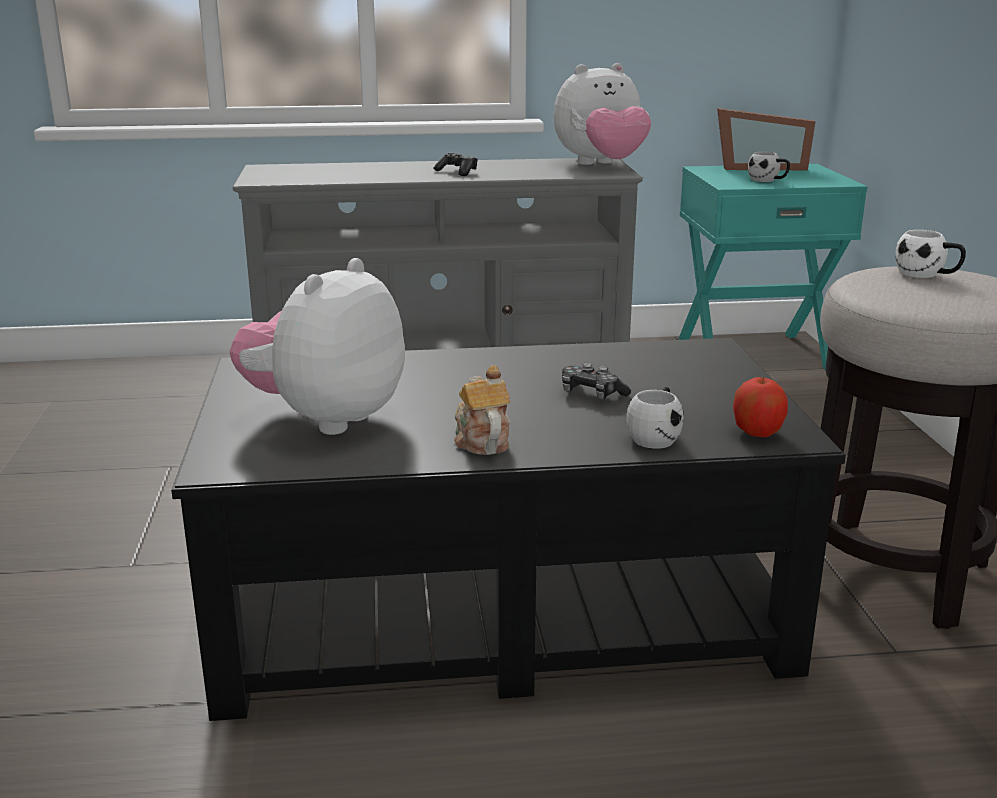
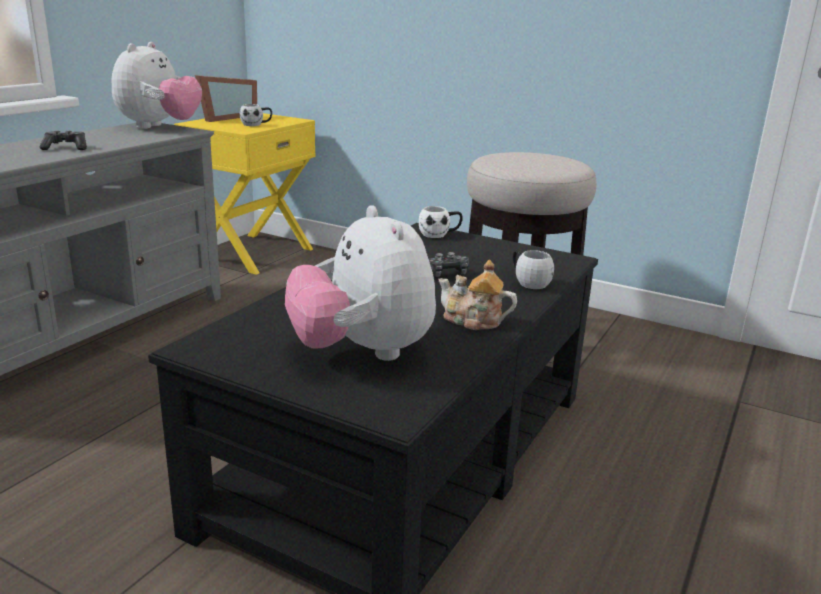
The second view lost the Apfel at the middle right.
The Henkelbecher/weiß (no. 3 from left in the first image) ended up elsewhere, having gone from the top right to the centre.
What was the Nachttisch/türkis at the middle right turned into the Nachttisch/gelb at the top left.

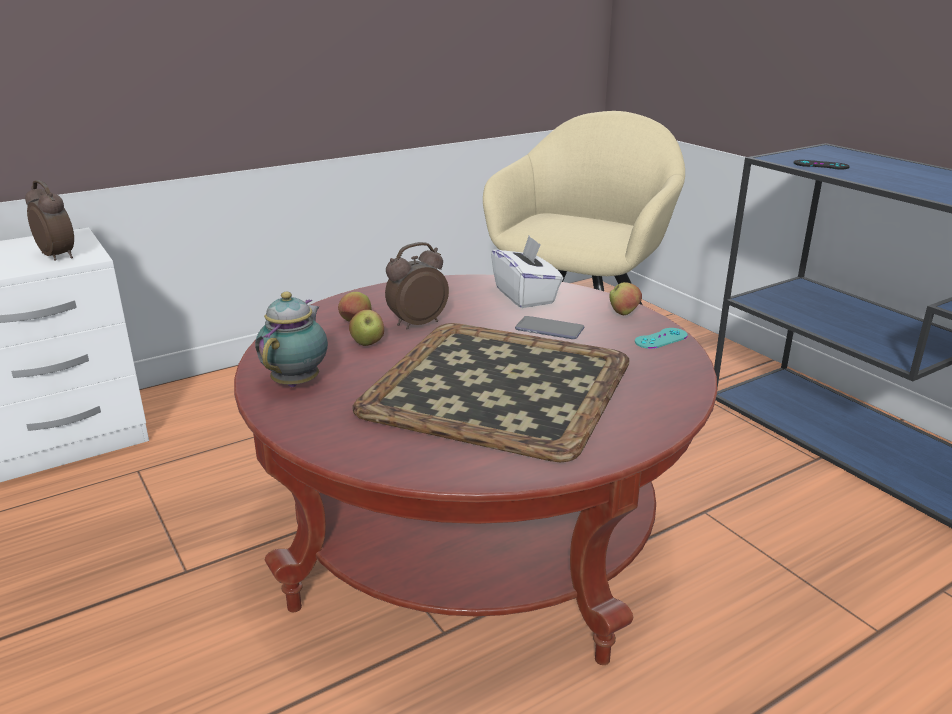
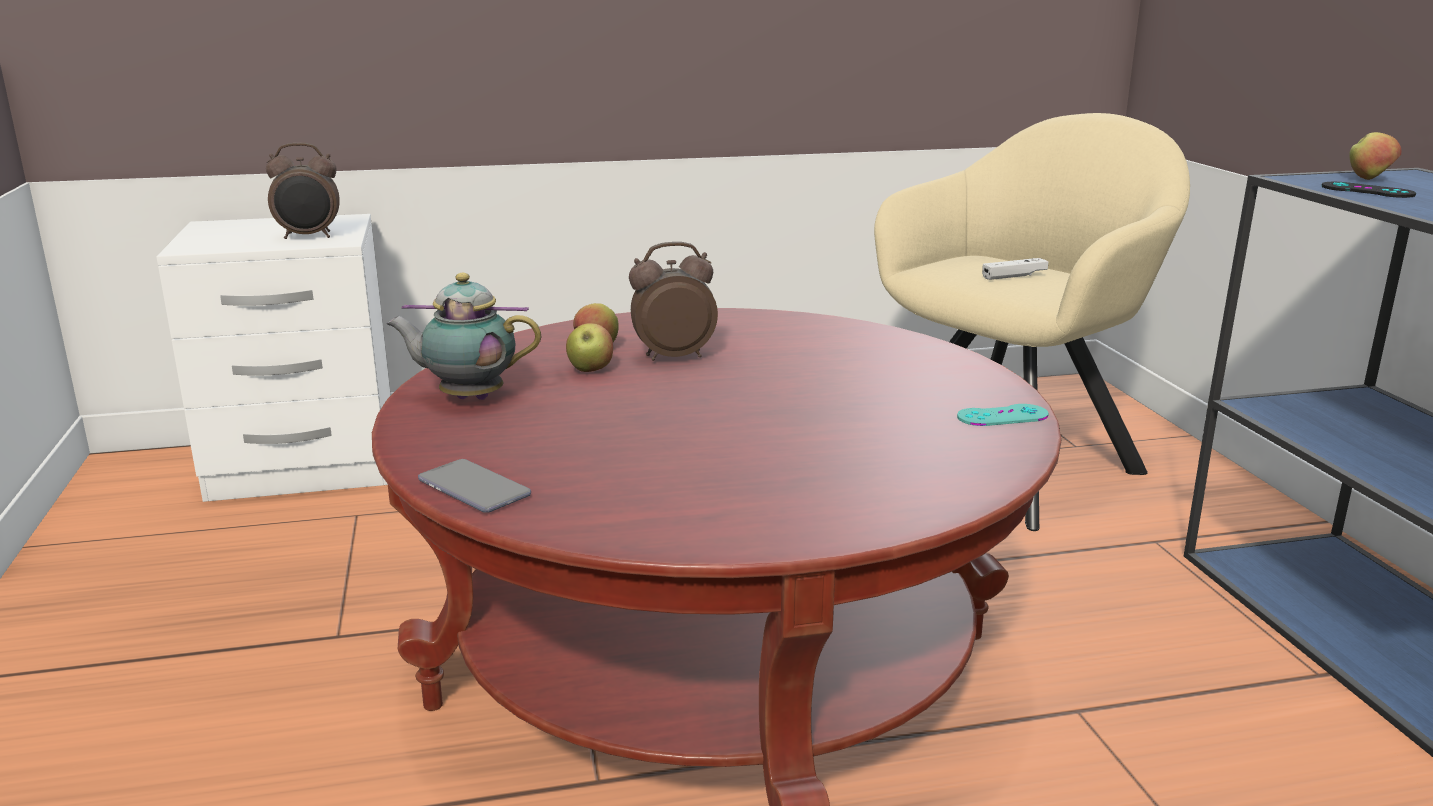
The second view lost the Tablett at the centre.
The second view lost the Taschentuchbox/weiß at the centre.
The second view gained the Gamepad/weiß at the middle right.
The Handy ended up elsewhere, having gone from the centre to the middle left.
The Apfel (no. 3 from left) ended up elsewhere, having gone from the centre to the top right.
The Wecker (no. 1 from left) at the top left ended up facing another way, 105 degrees clockwise from before.
The Teekanne at the middle left ended up facing another way, 120 degrees counterclockwise from before.

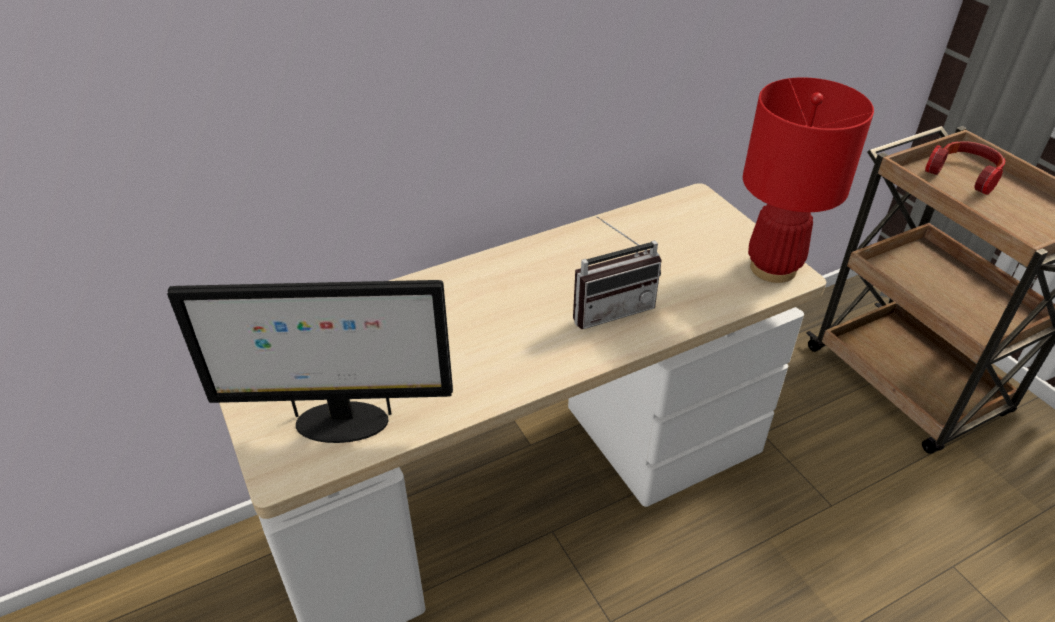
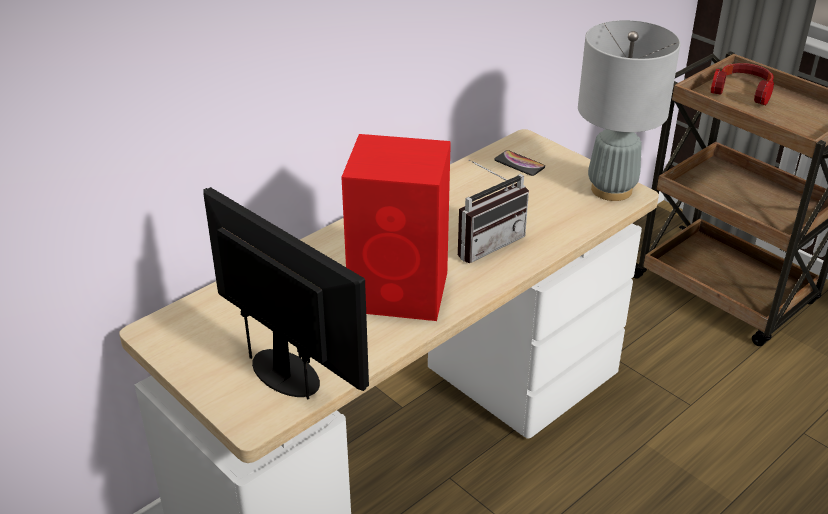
The second view gained the Lautsprecher/rot at the centre.
The second view gained the Handy at the top centre.
What was the Tischlampe/rot at the top right turned into the Tischlampe/grau at the top right.
The Monitor at the middle left ended up facing another way, 120 degrees counterclockwise from before.

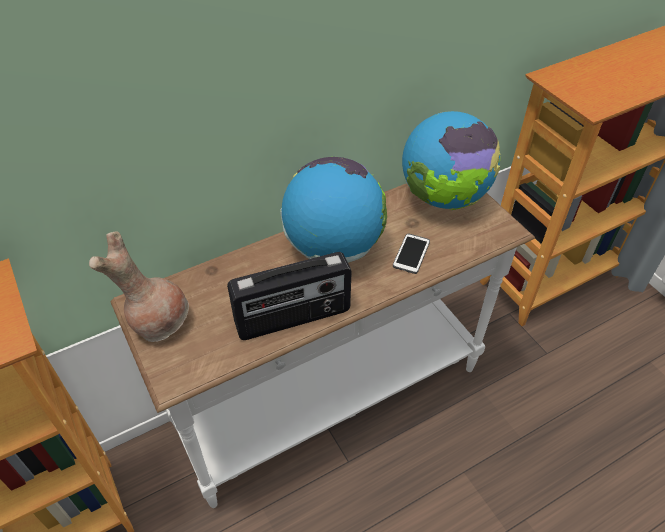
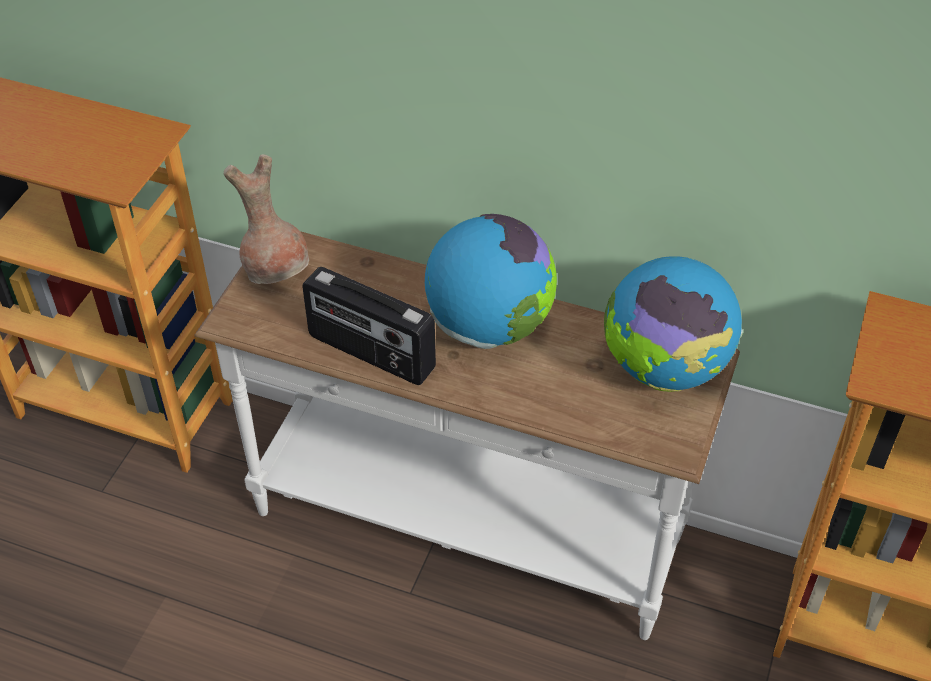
The second view lost the Handy at the centre.

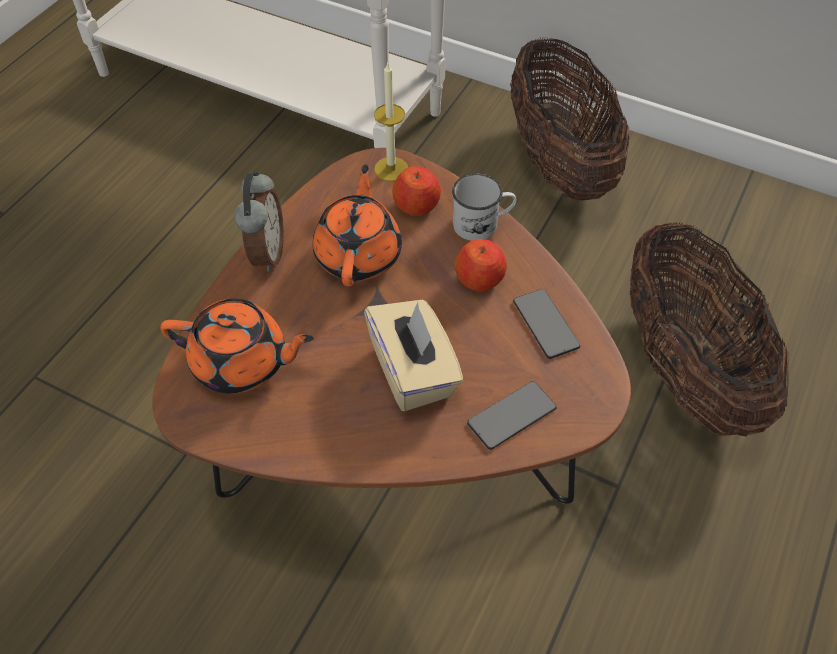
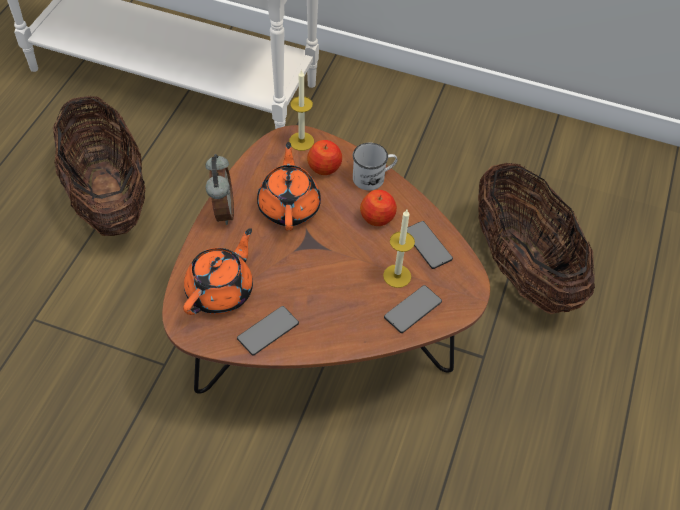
The second view lost the Taschentuchbox/beige at the centre.
The second view gained the Handy (no. 1 from left) at the centre.
The second view gained the Kerze (no. 2 from left) at the centre.
The Korb (no. 1 from left) ended up elsewhere, having gone from the top right to the top left.
The Teekanne/orange (no. 1 from left) at the middle left ended up facing another way, 60 degrees counterclockwise from before.

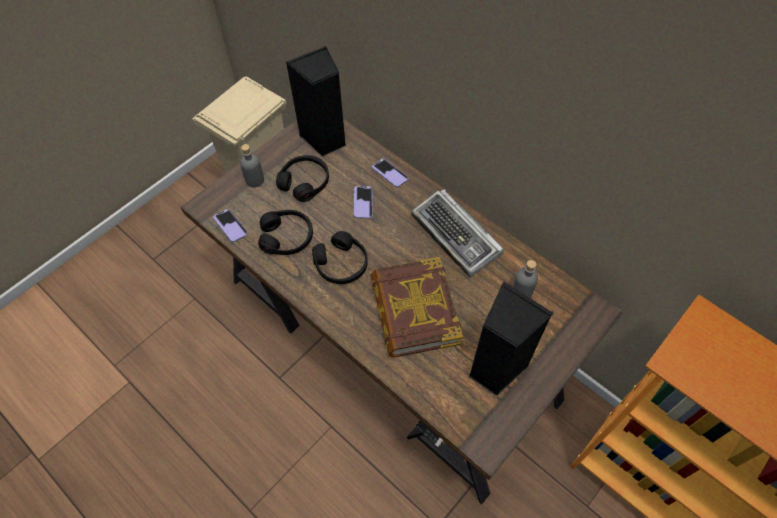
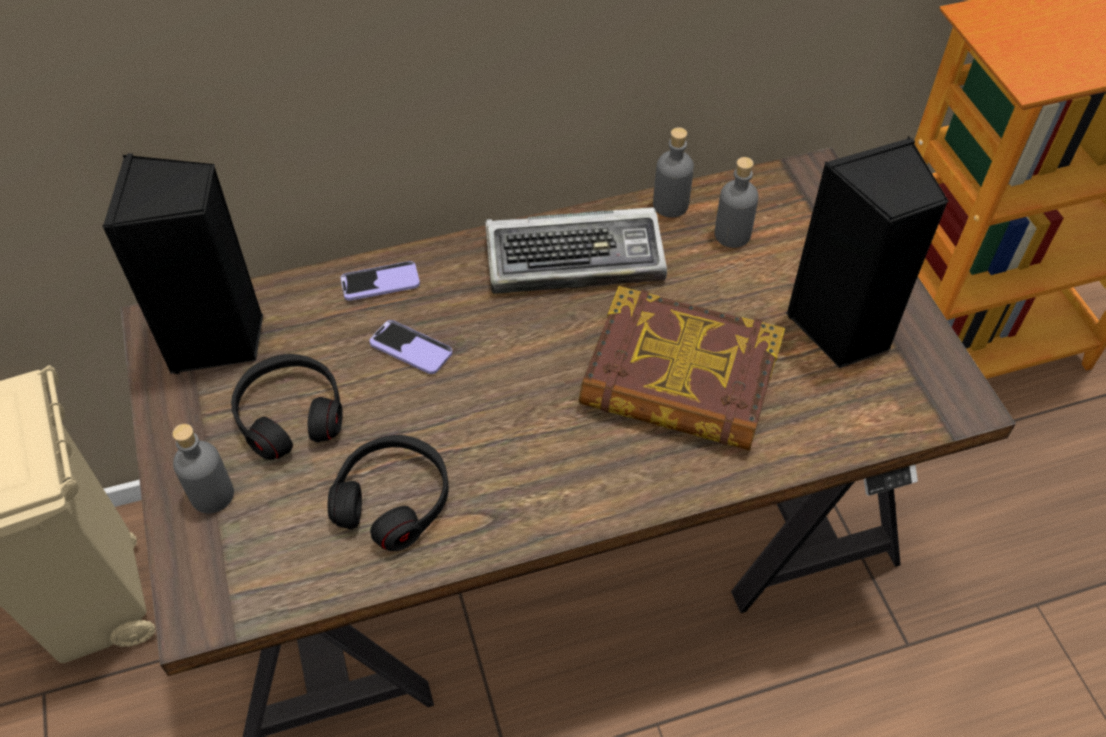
The second view lost the Handy (no. 1 from left) at the middle left.
The second view lost the Kopfhörer/schwarz (no. 3 from left) at the centre.
The second view gained the Flasche/grau (no. 2 from left) at the top centre.

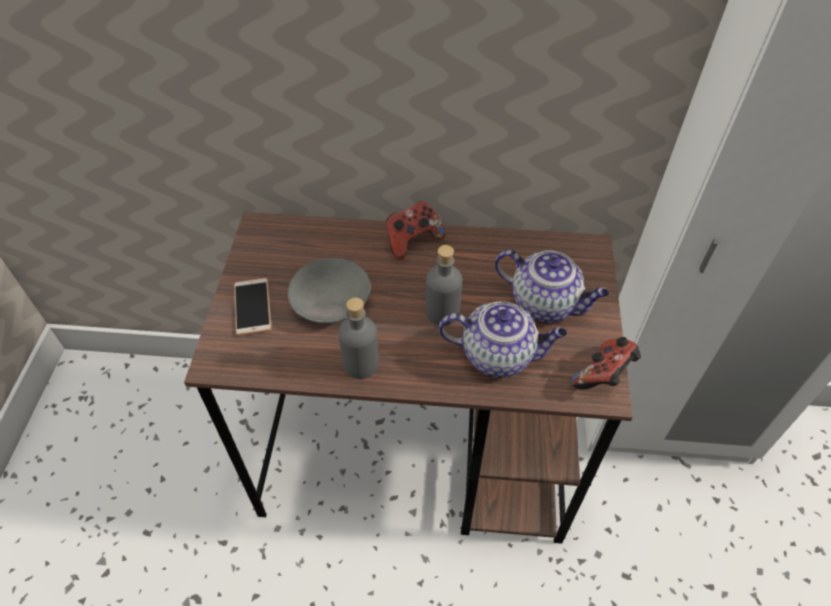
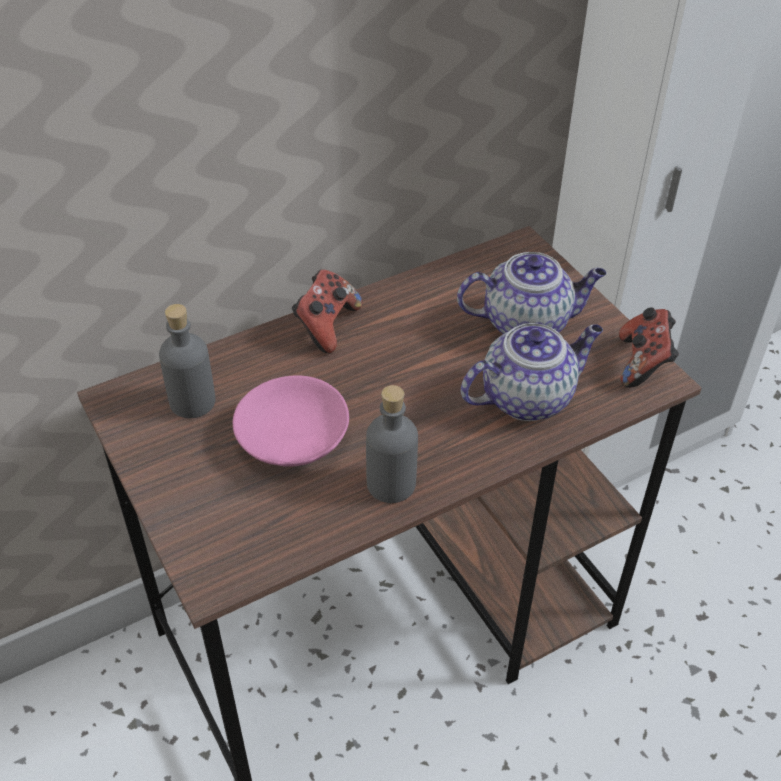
The second view lost the Handy at the middle left.
The Flasche/grau (no. 2 from left in the first image) ended up elsewhere, having gone from the centre to the middle left.
What was the Schüssel/grau at the centre turned into the Schüssel/rosa at the centre.

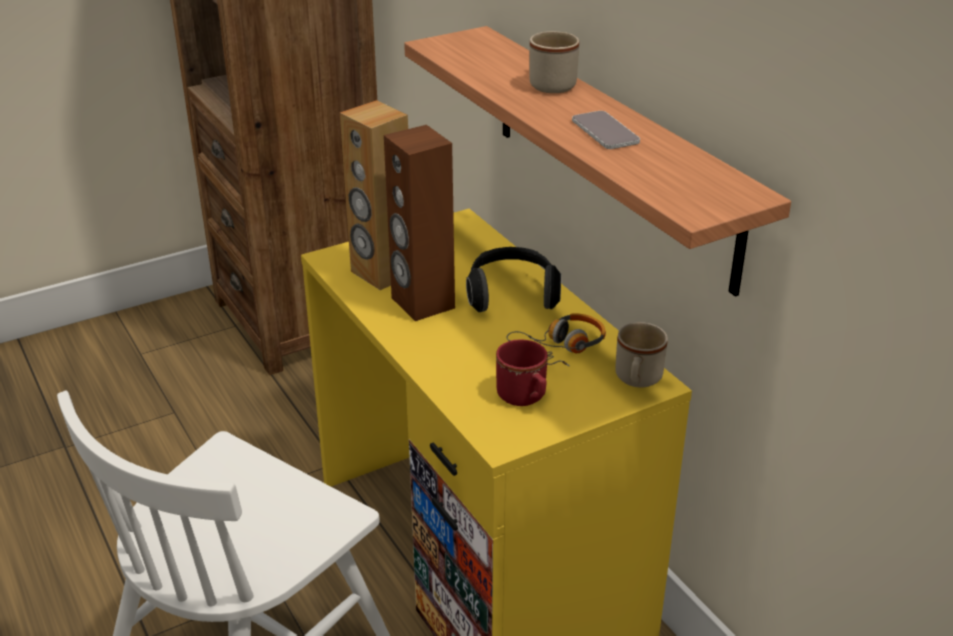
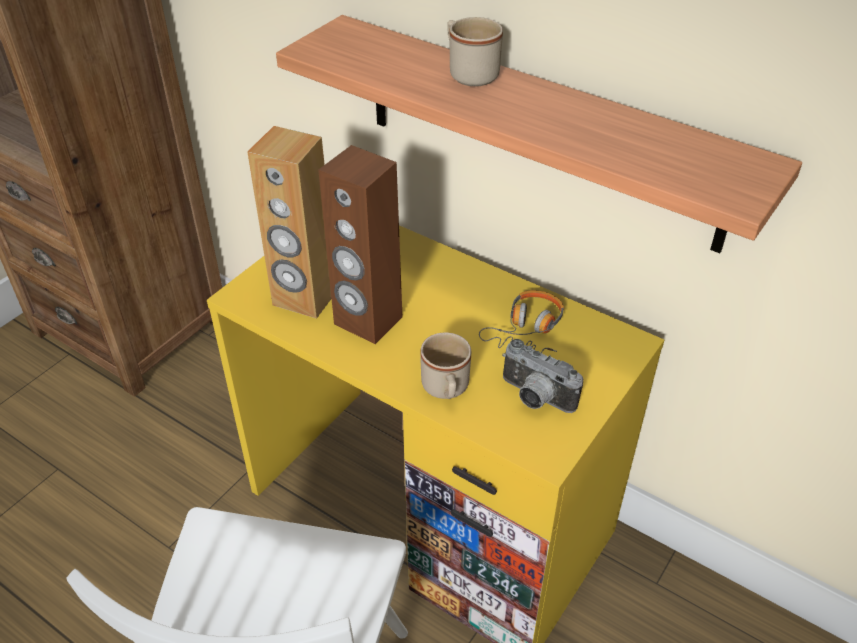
The second view lost the Kopfhörer (no. 1 from left) at the centre.
The second view lost the Handy at the top centre.
The Henkelbecher/beige (no. 2 from left in the first image) ended up elsewhere, having gone from the middle right to the centre.
Where the Henkelbecher/rot stood at the centre, the Kamera came to stand at the centre.

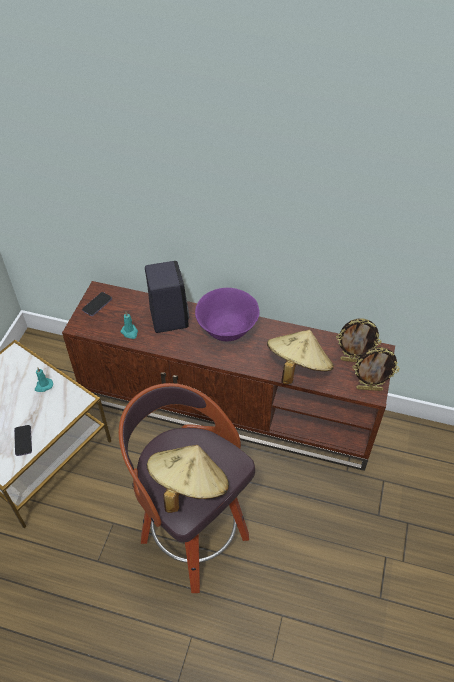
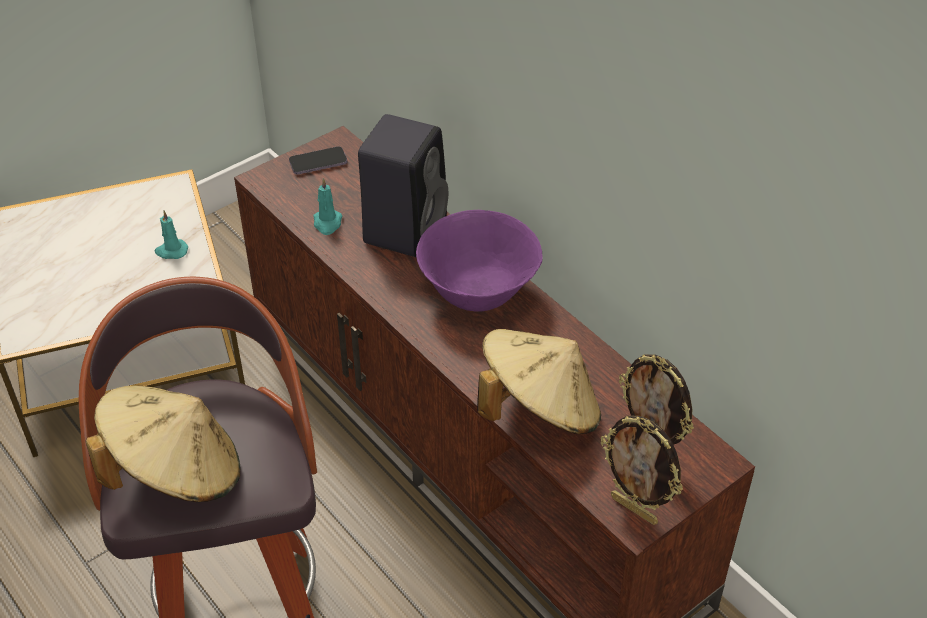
The second view lost the Handy (no. 1 from left) at the middle left.

